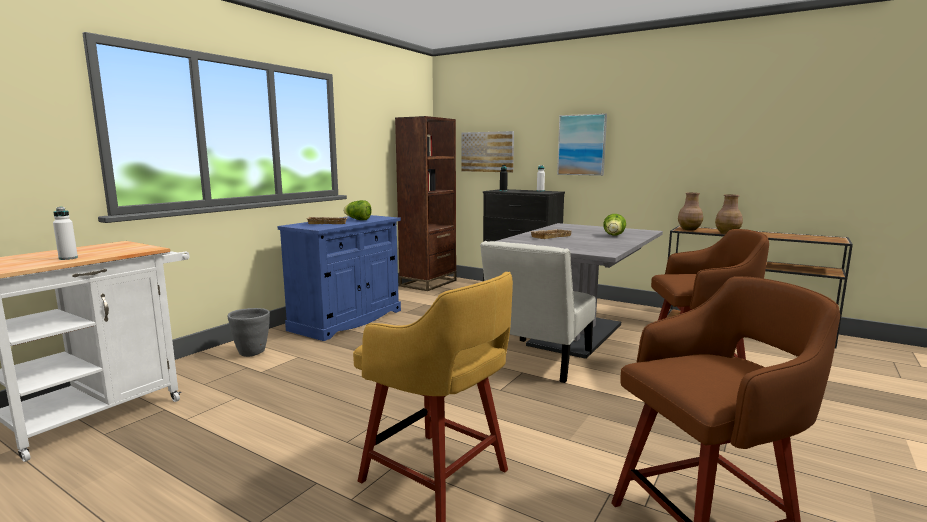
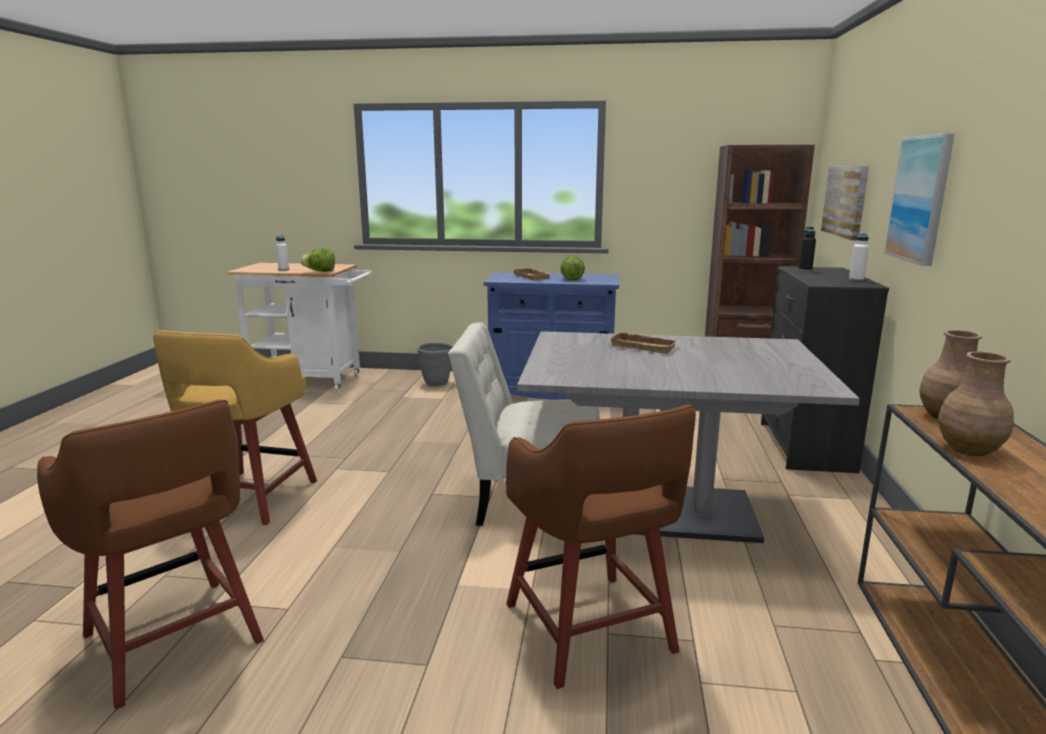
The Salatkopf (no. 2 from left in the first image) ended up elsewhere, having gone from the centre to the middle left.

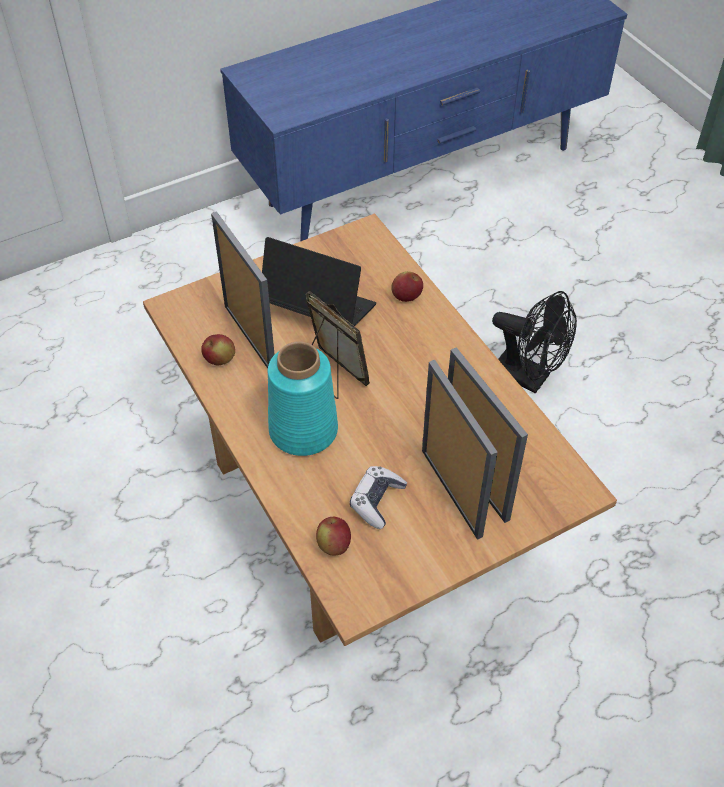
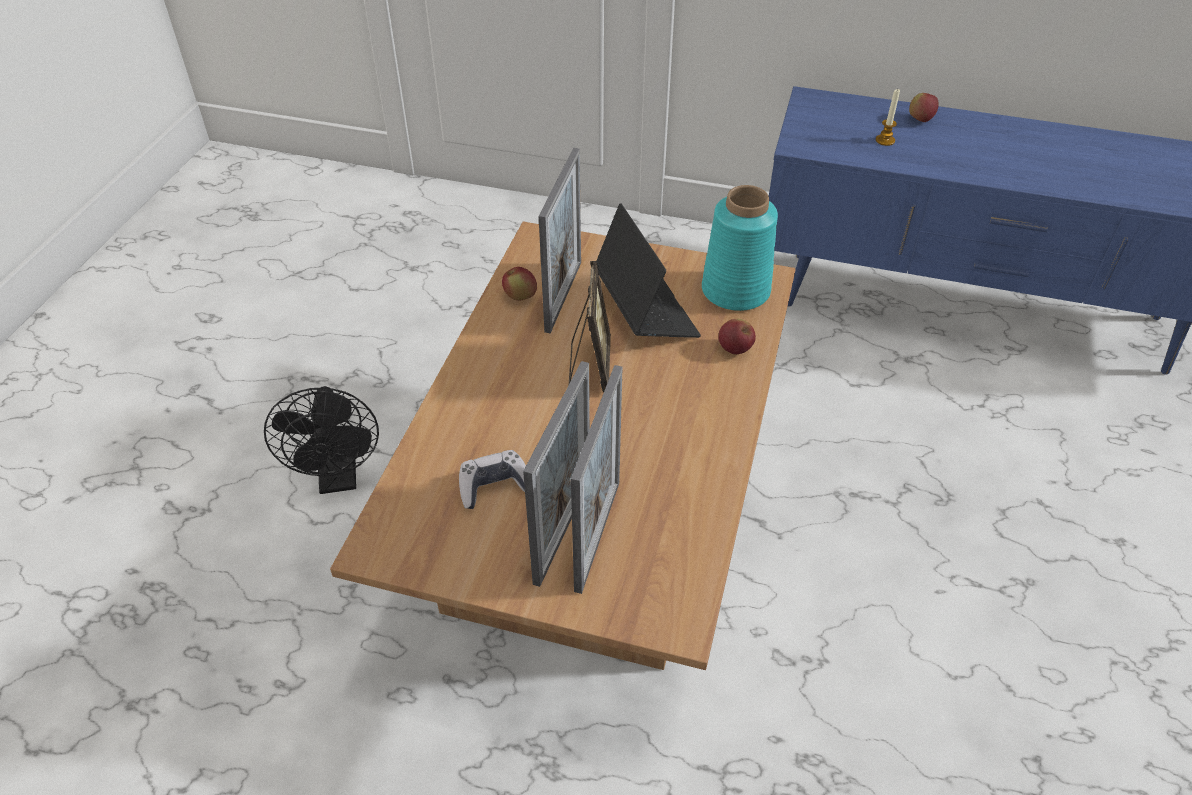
The second view gained the Kerze at the top right.
The Vase/türkis ended up elsewhere, having gone from the centre to the top centre.
The Apfel (no. 2 from left in the first image) ended up elsewhere, having gone from the bottom centre to the top right.
The Ventilator/schwarz ended up elsewhere, having gone from the middle right to the middle left.

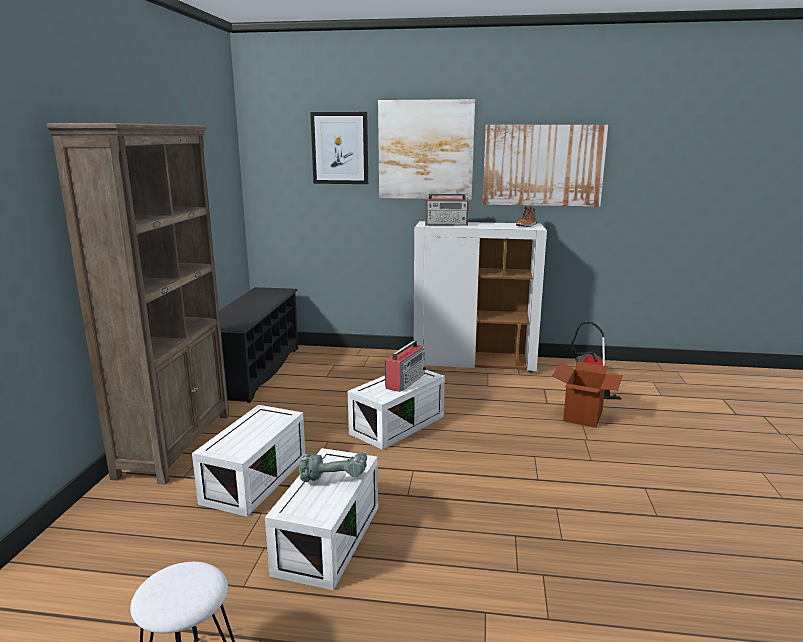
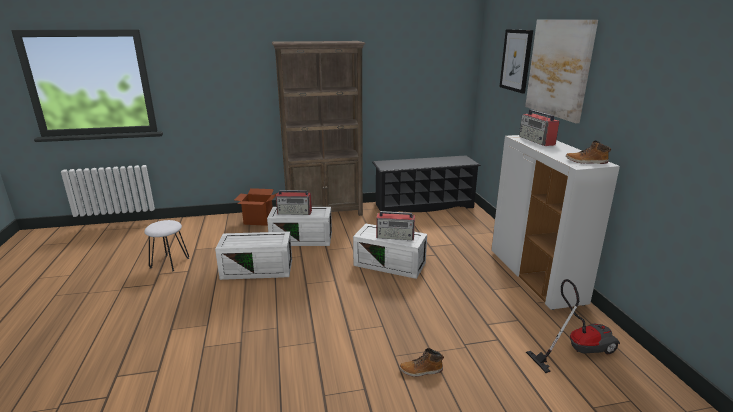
The second view lost the Bohrmaschine at the bottom centre.
The second view lost the Bild (no. 3 from left) at the top right.
The second view gained the Radio (no. 1 from left) at the centre.
The second view gained the Stiefel (no. 1 from left) at the bottom centre.
The Karton ended up elsewhere, having gone from the middle right to the centre.

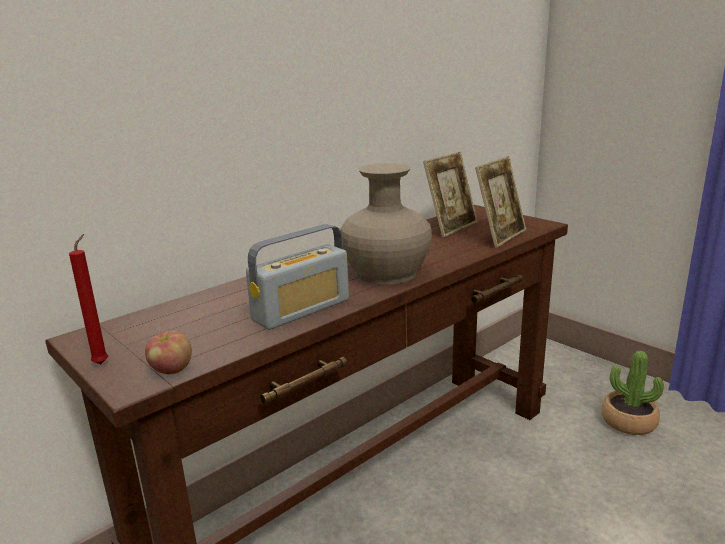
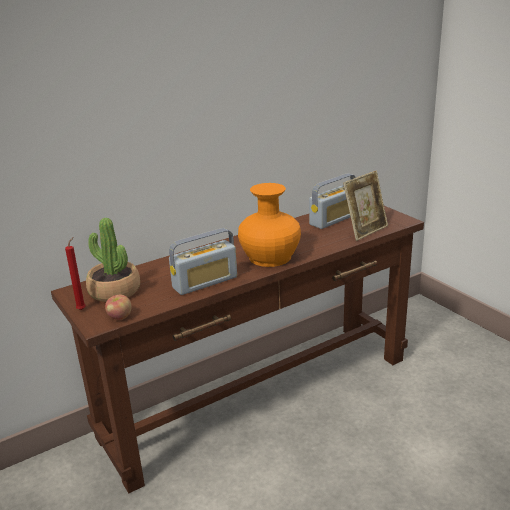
The Topfpflanze ended up elsewhere, having gone from the bottom right to the middle left.
Where the Bilderrahmen (no. 1 from left) stood at the centre, the Radio (no. 2 from left) came to stand at the centre.
What was the Vase/beige at the centre turned into the Vase/orange at the centre.

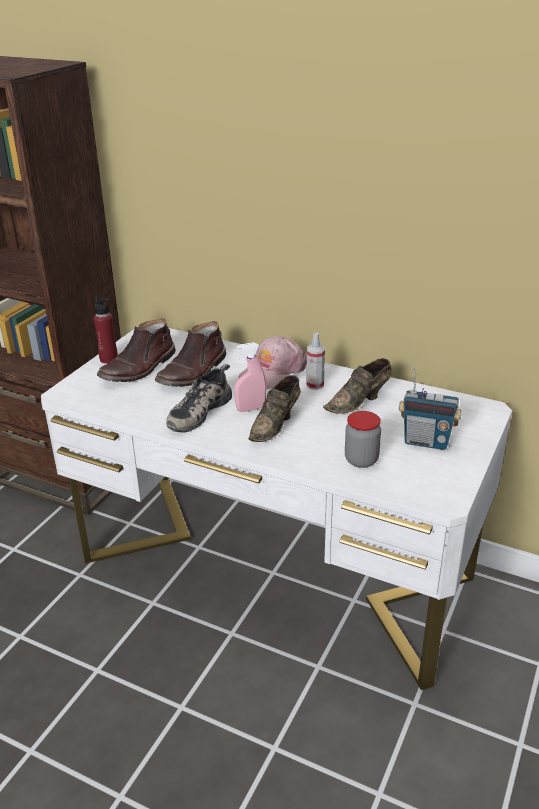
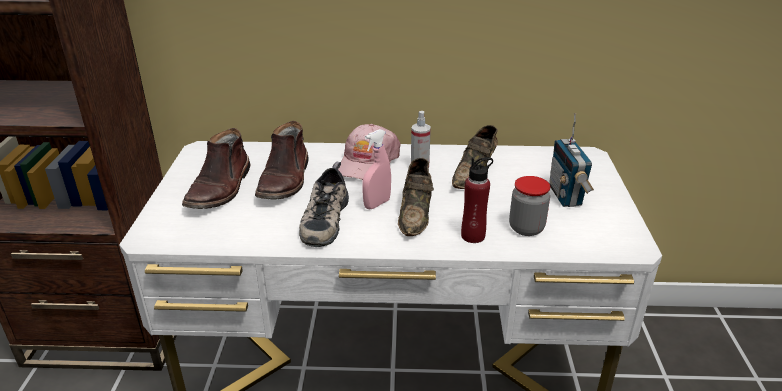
The Flasche/rot ended up elsewhere, having gone from the middle left to the centre.
The Radio at the middle right ended up facing another way, 90 degrees clockwise from before.

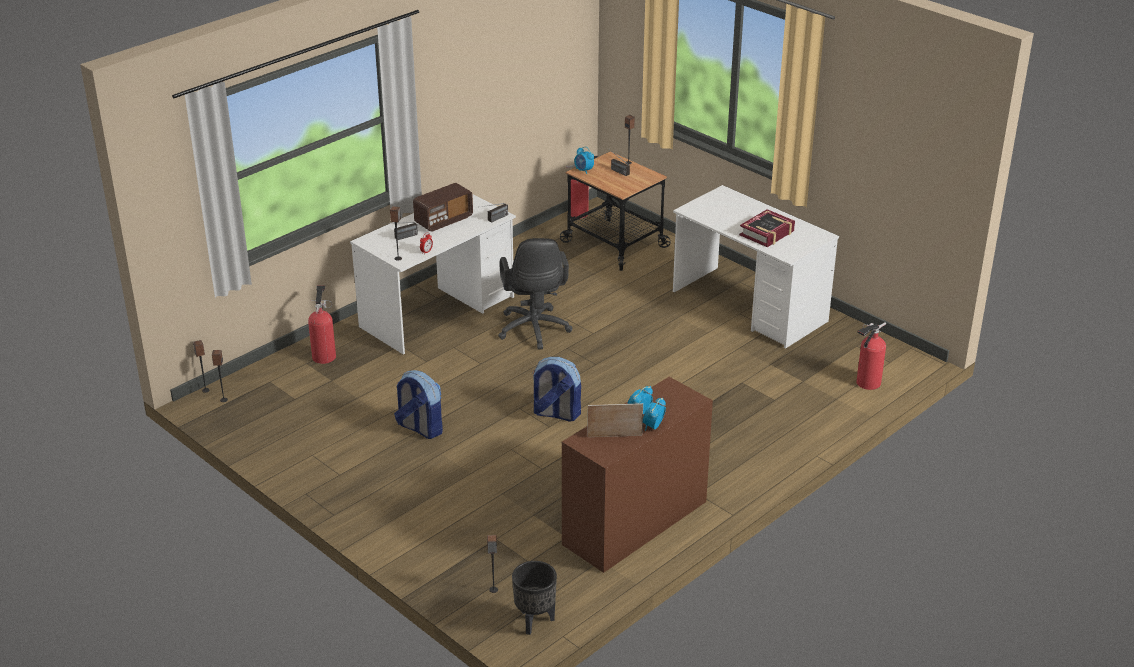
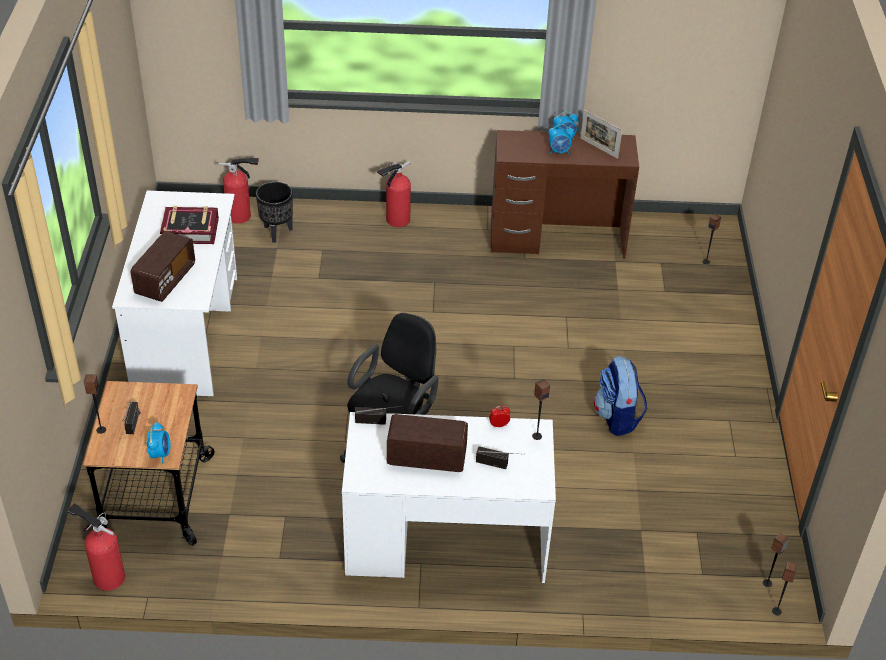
The second view lost the Rucksack (no. 2 from left) at the centre.
The second view gained the Radio (no. 2 from left) at the middle left.
The Feuerlöscher (no. 1 from left in the first image) ended up elsewhere, having gone from the middle left to the top centre.
The Pflanzkübel/schwarz ended up elsewhere, having gone from the bottom centre to the top left.

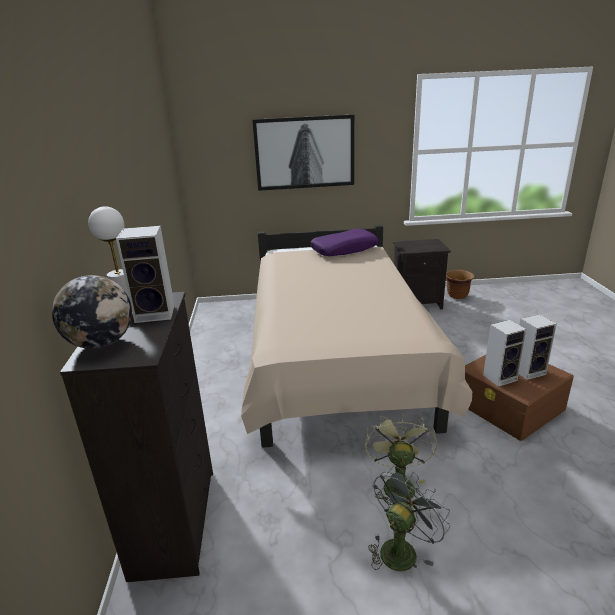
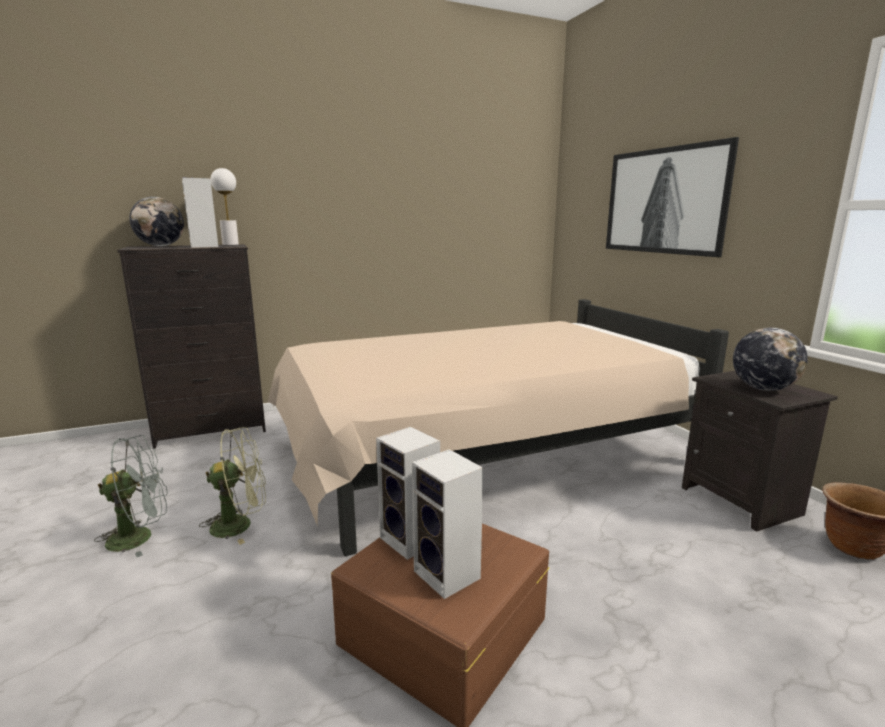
The second view lost the Kissen/lila at the centre.
The second view gained the Globus (no. 2 from left) at the middle right.
The Ventilator/grau at the bottom centre ended up facing another way, 45 degrees counterclockwise from before.

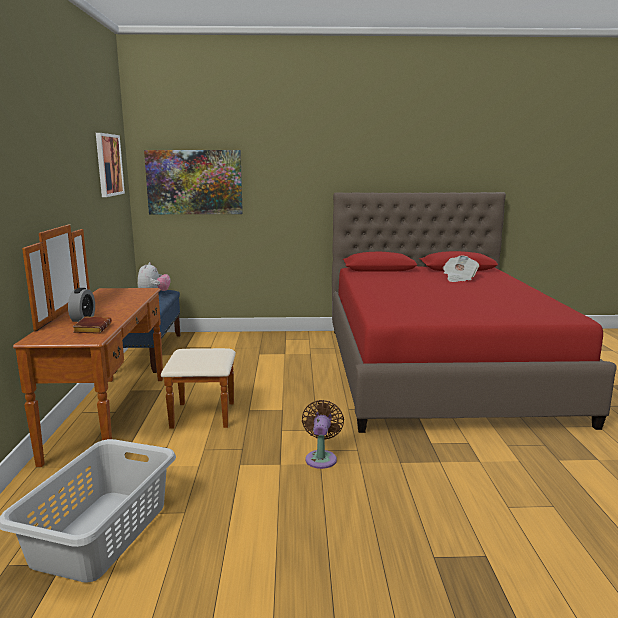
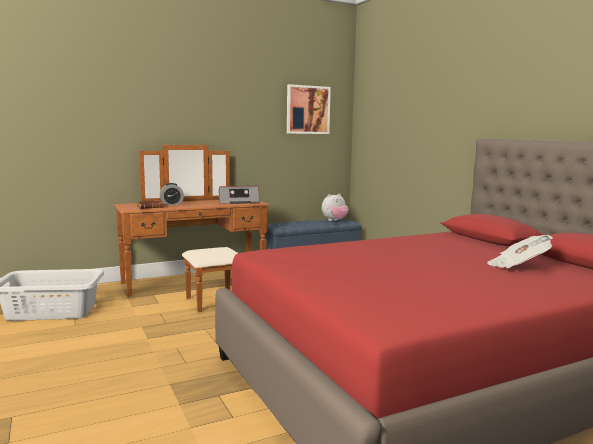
The second view lost the Bild (no. 2 from left) at the top left.
The second view lost the Ventilator/braun at the bottom centre.
The second view gained the Radio at the centre.

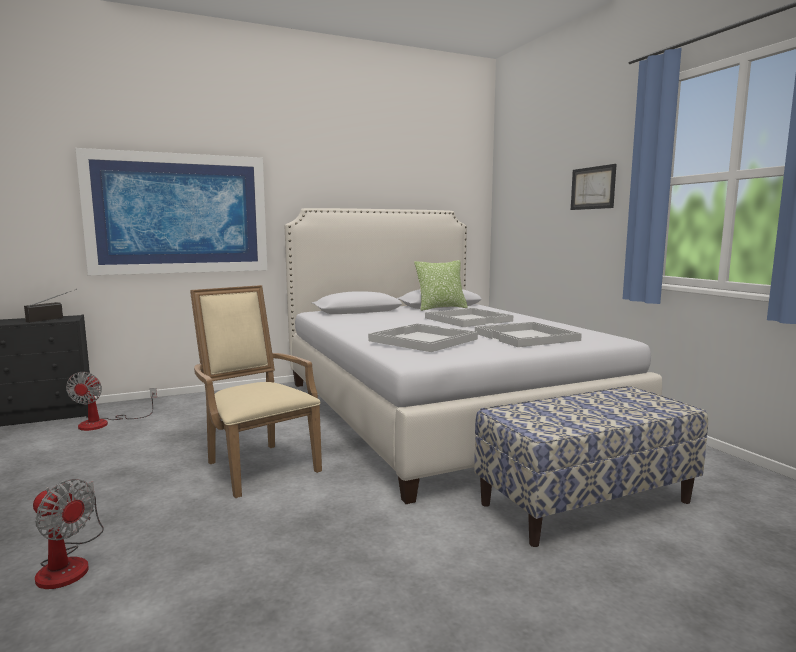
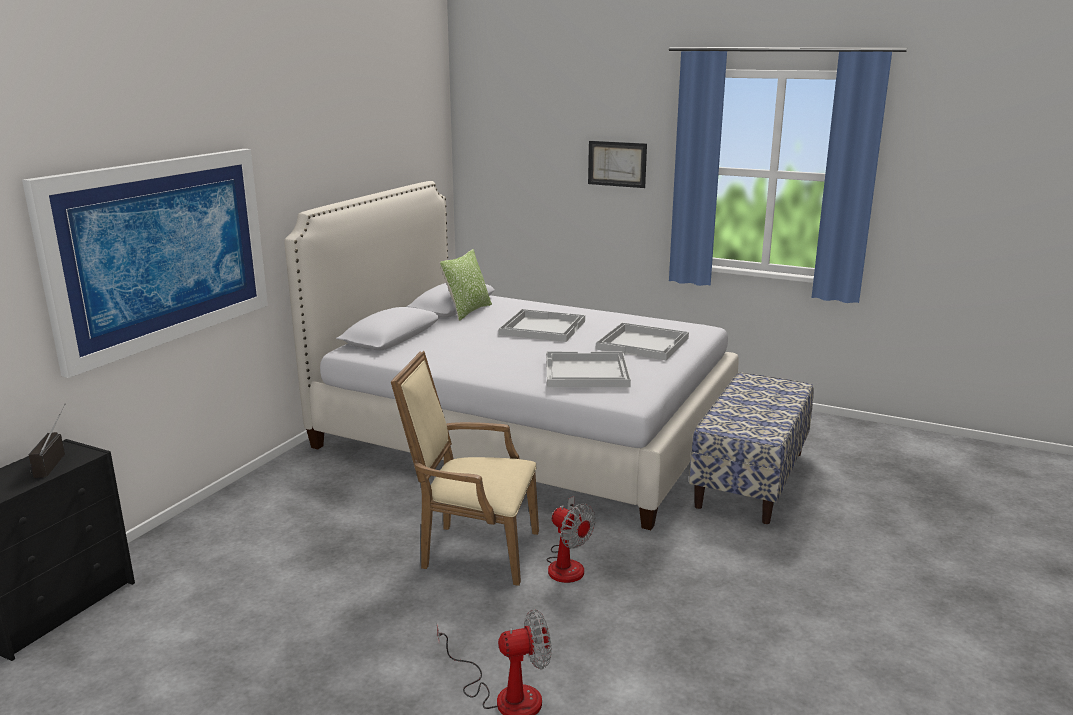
The Ventilator (no. 2 from left) ended up elsewhere, having gone from the middle left to the bottom centre.

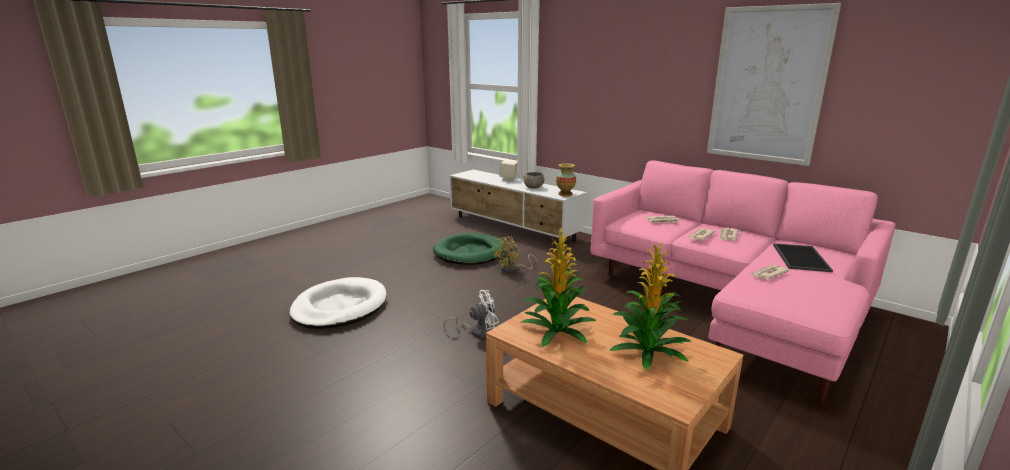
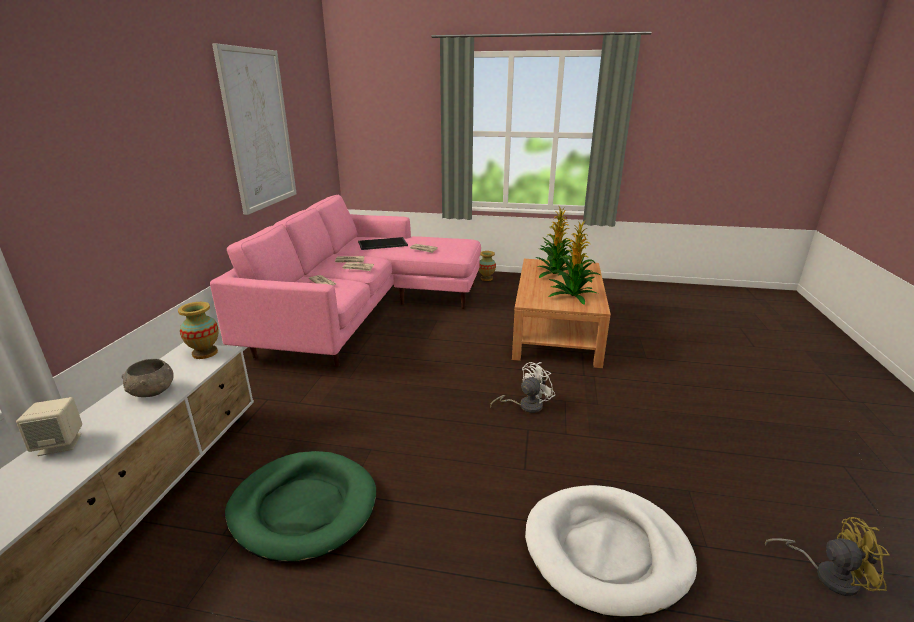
The second view gained the Vase (no. 2 from left) at the centre.
The Ventilator/gelb ended up elsewhere, having gone from the centre to the bottom right.
The Ventilator/weiß at the bottom centre ended up facing another way, 105 degrees clockwise from before.

